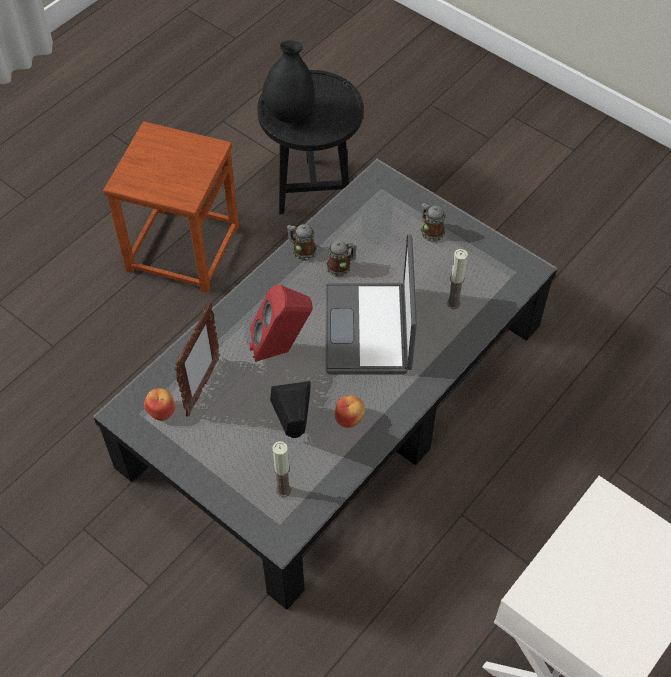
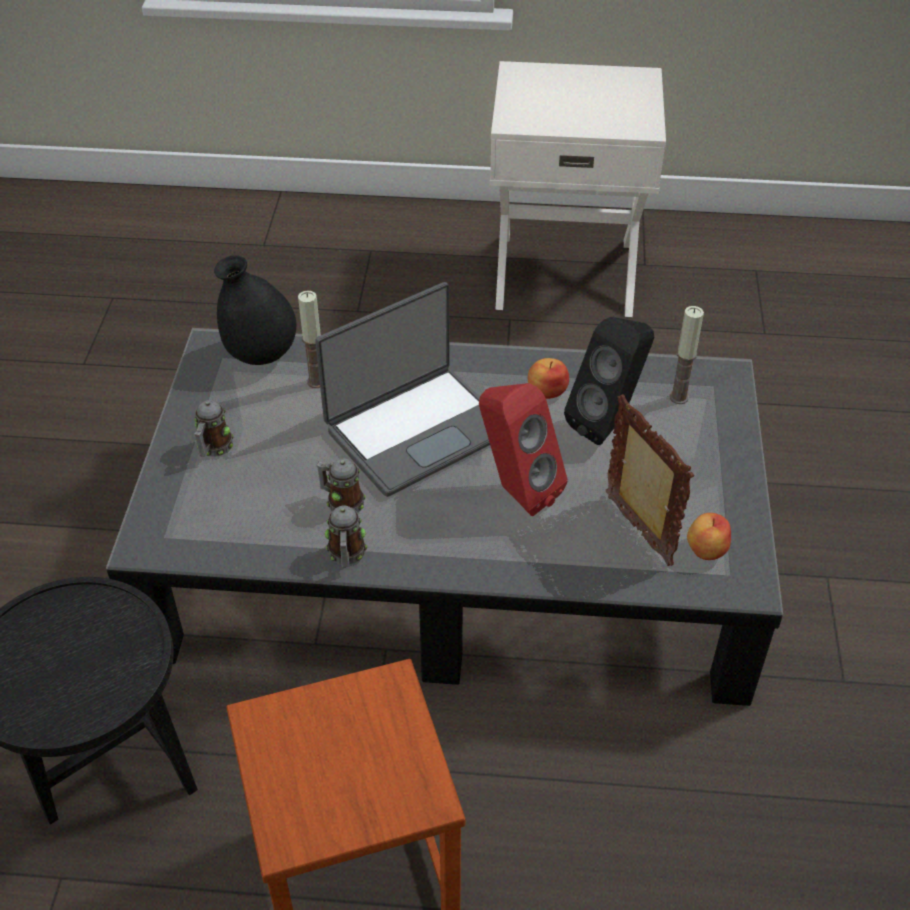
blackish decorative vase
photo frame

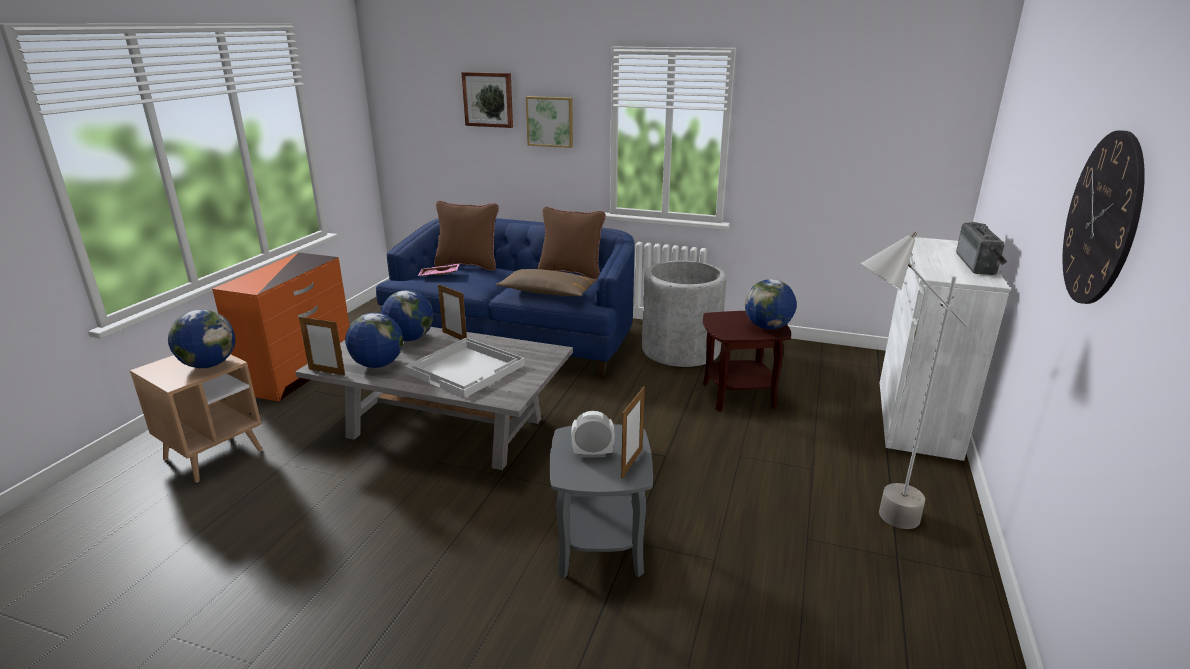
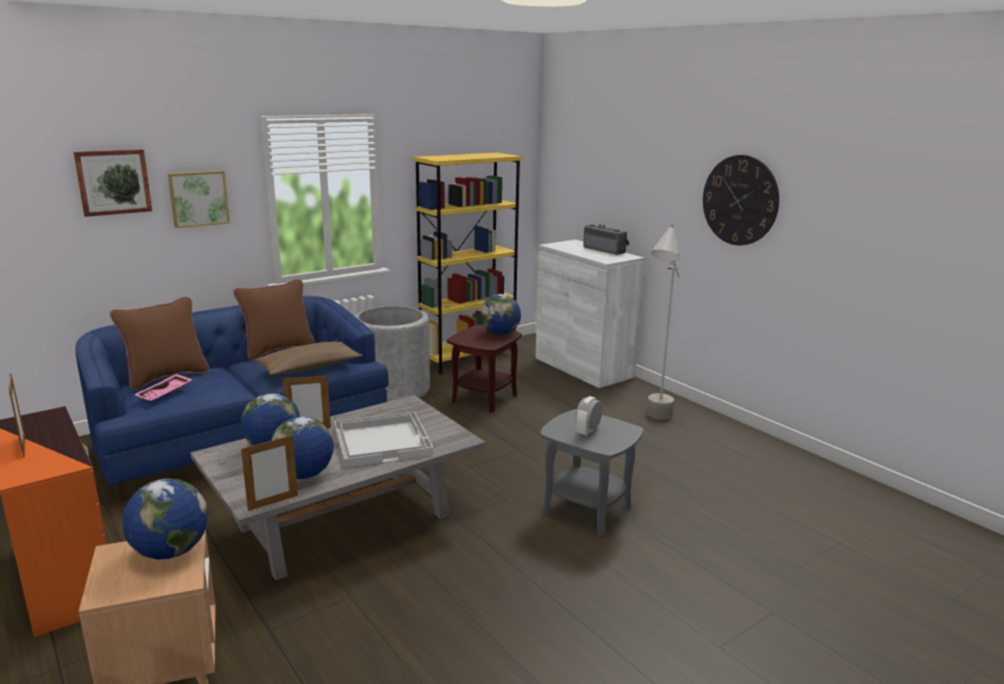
photo frame (1st from left)
yellow bookshelf

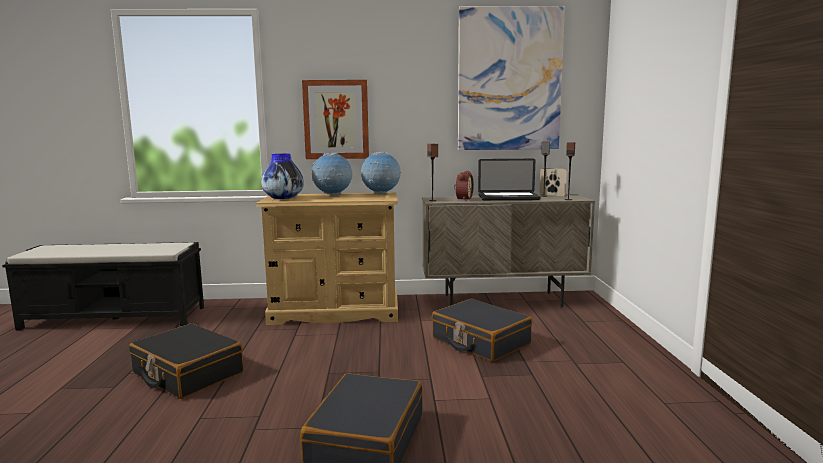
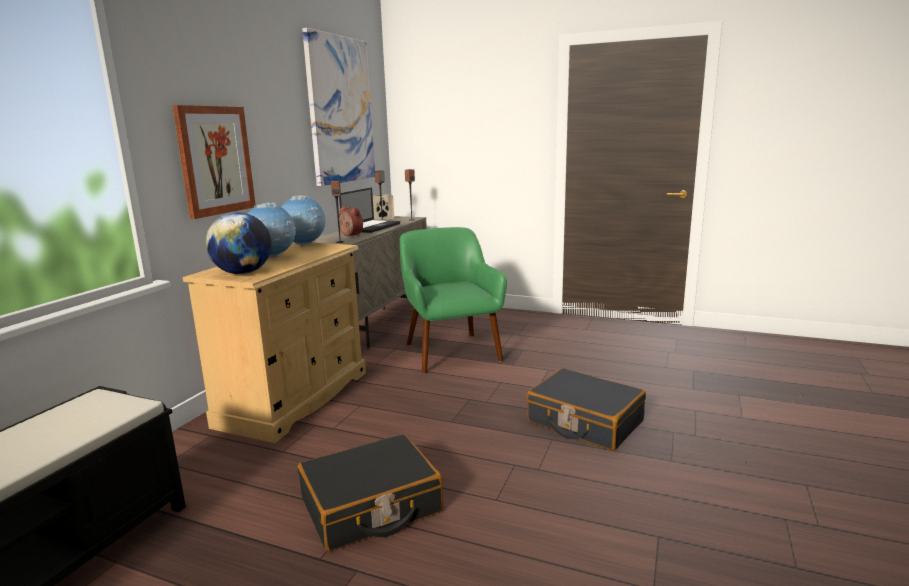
globe (1st from left)
green-coloured armchair

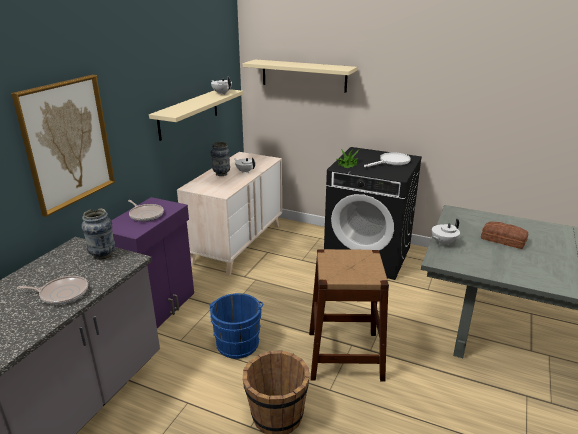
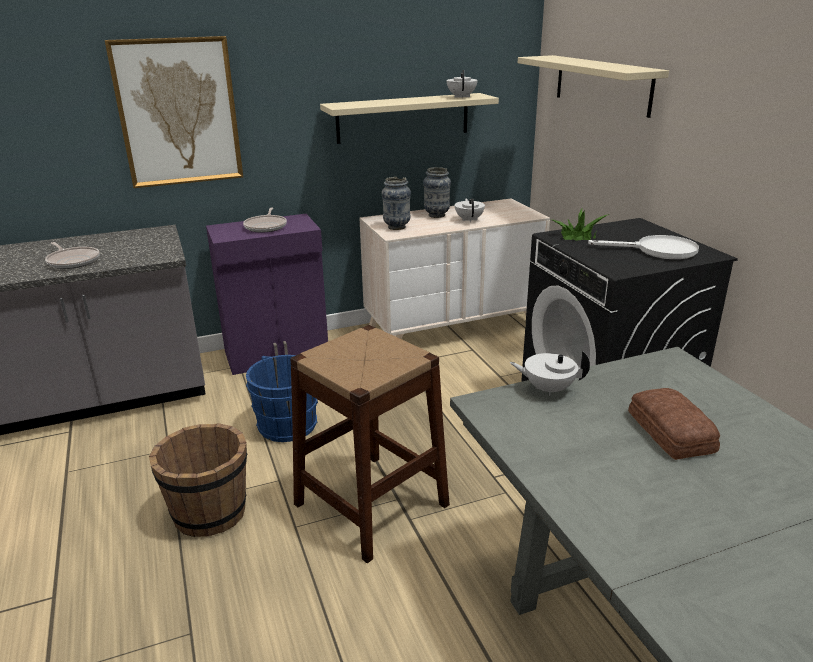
decorative vase (1st from left)

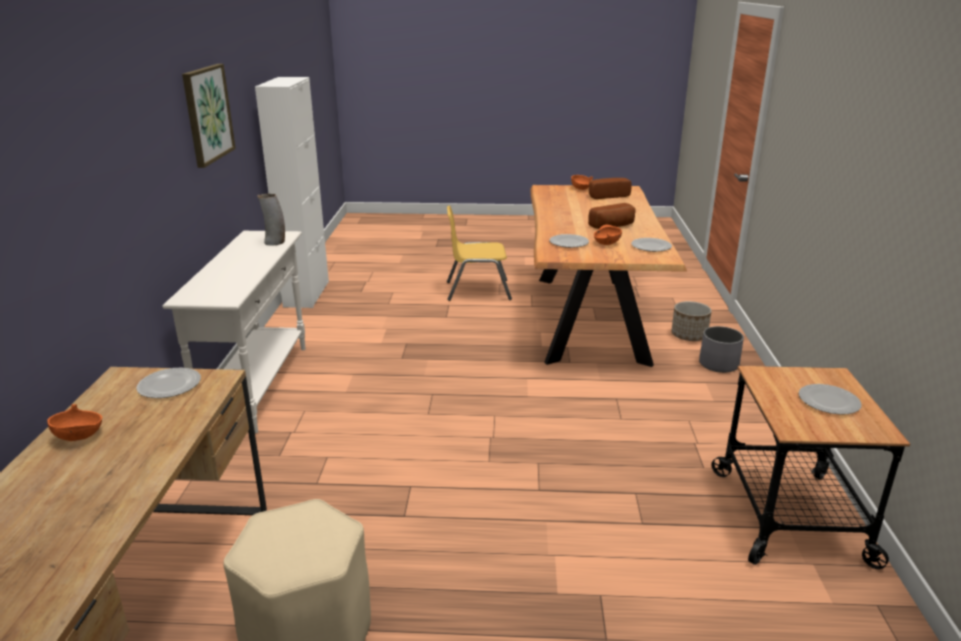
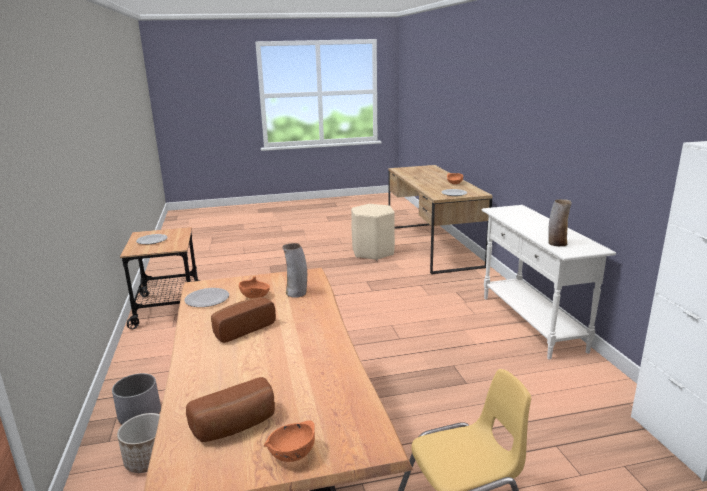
decorative vase (1st from left)
picture

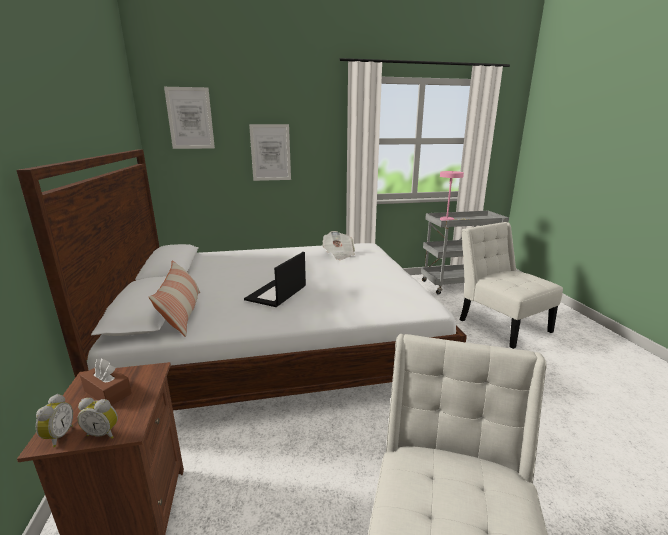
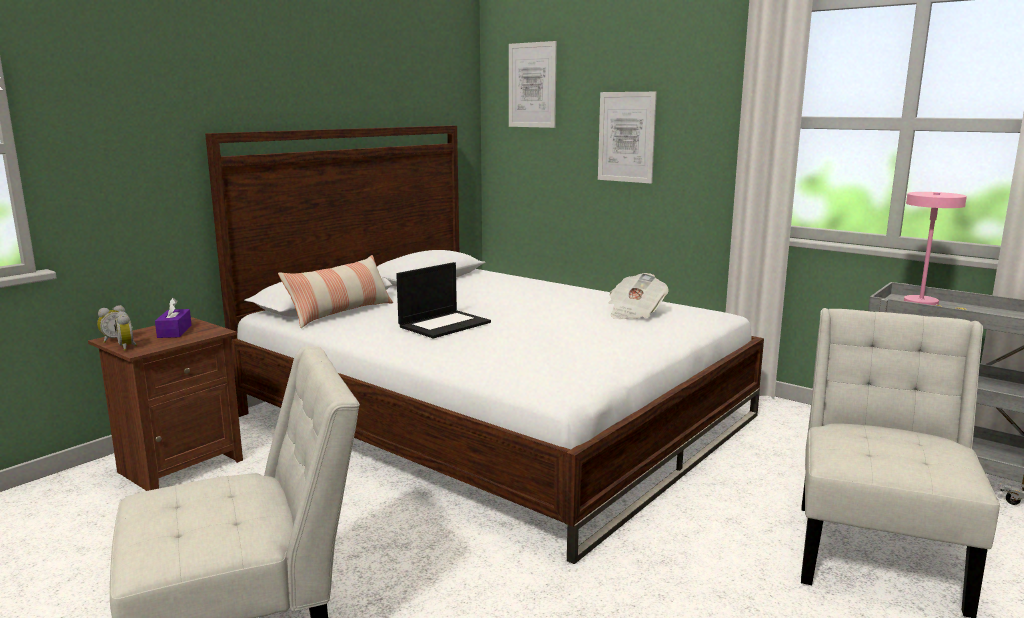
purplish tissue box
notebook computer

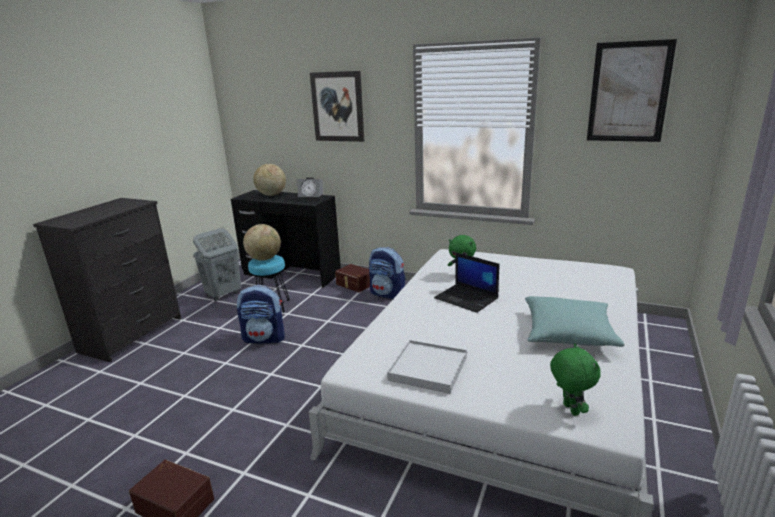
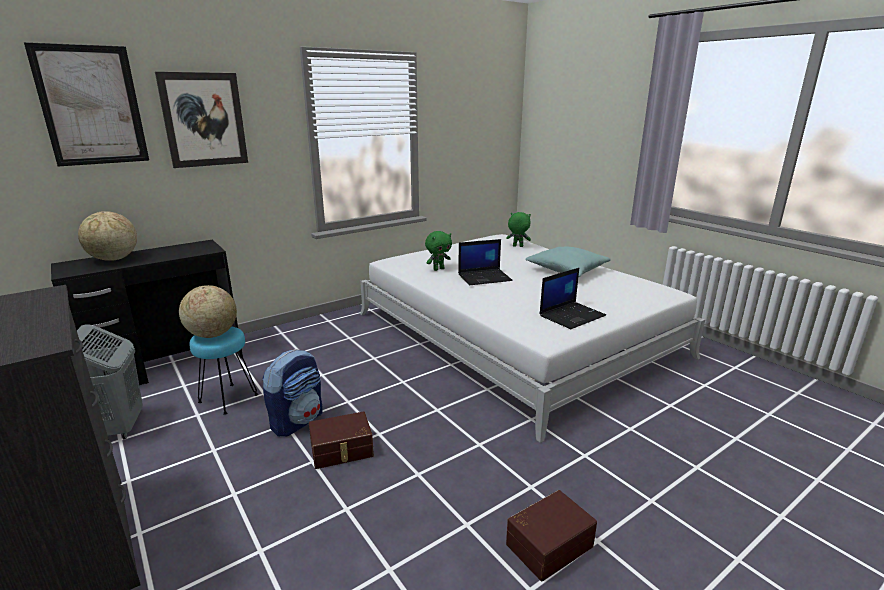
picture (1st from left)
brown storage container (1st from left)
green-coloured soft toy (2nd from left)
notebook computer (2nd from left)
alarm clock
backpack (2nd from left in the first image)

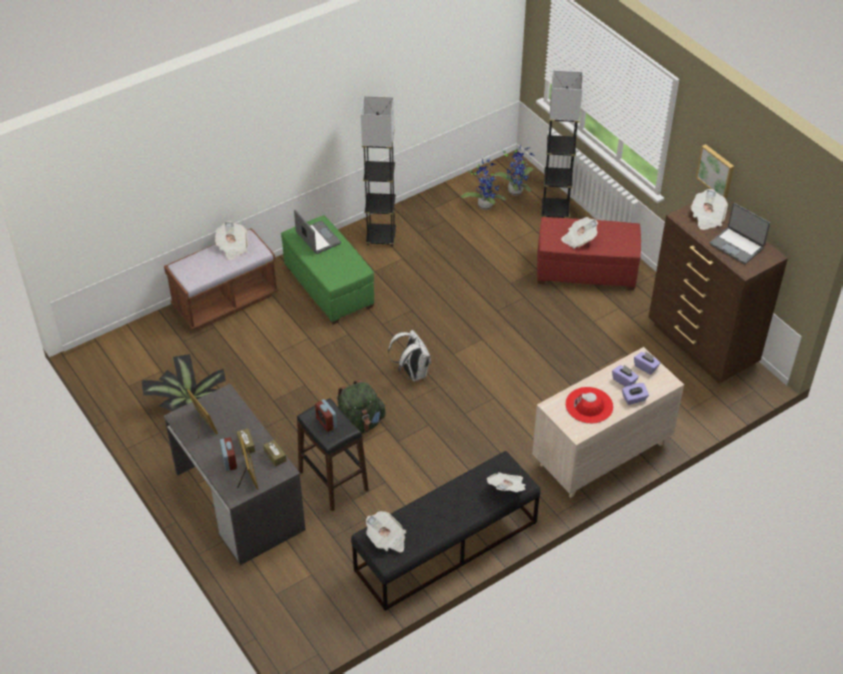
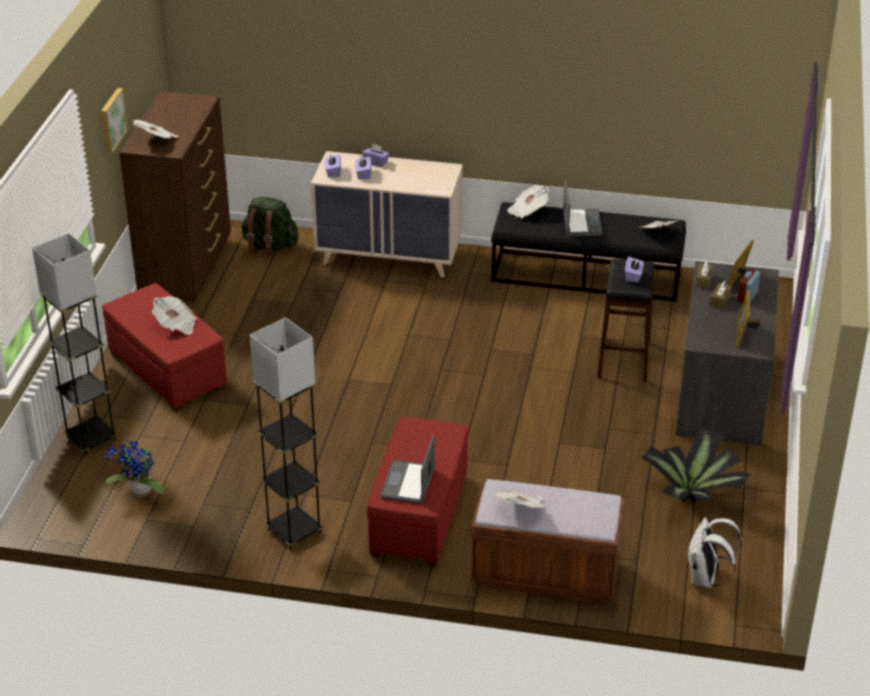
green-coloured backpack
reddish footrest (2nd from left)
notebook computer (2nd from left)
purplish tissue box (4th from left)
whitish backpack
houseplant (3rd from left in the first image)
reddish hat

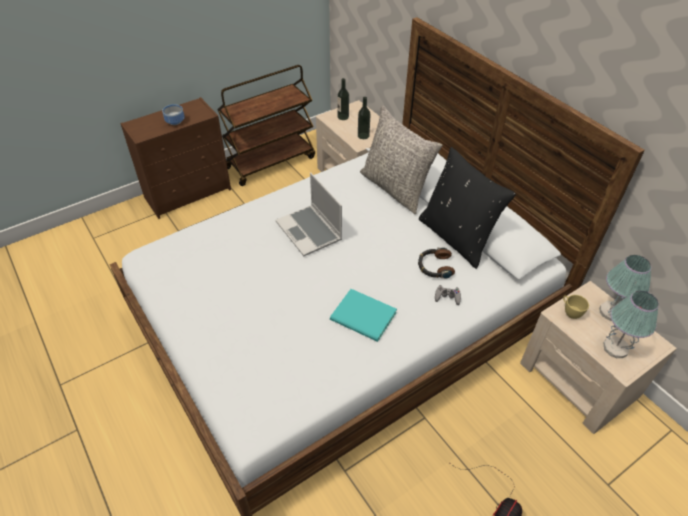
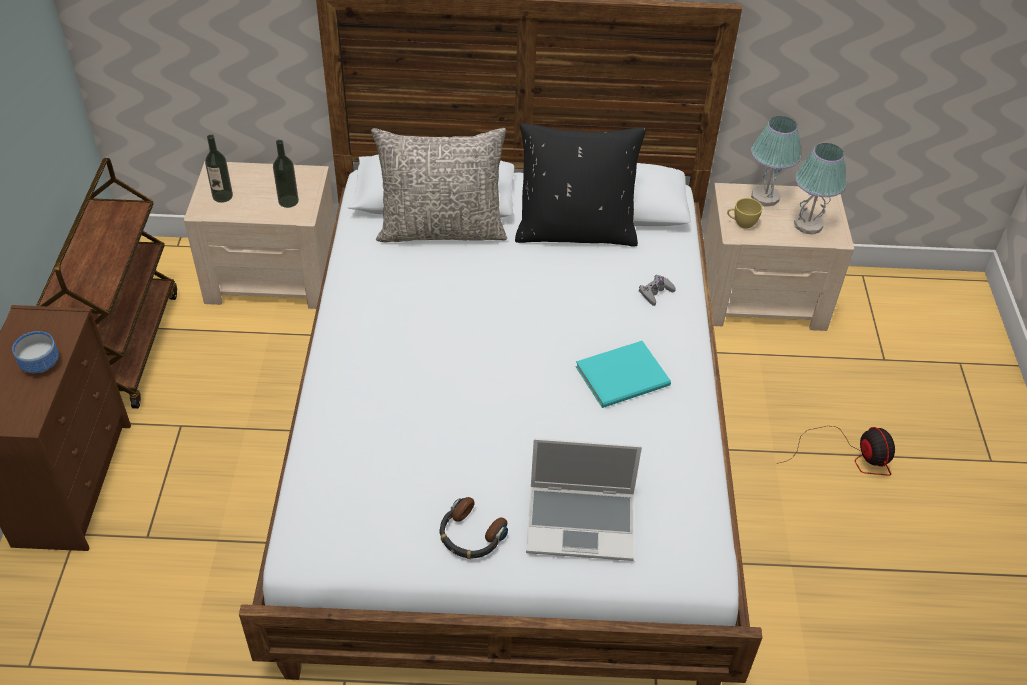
headset
notebook computer

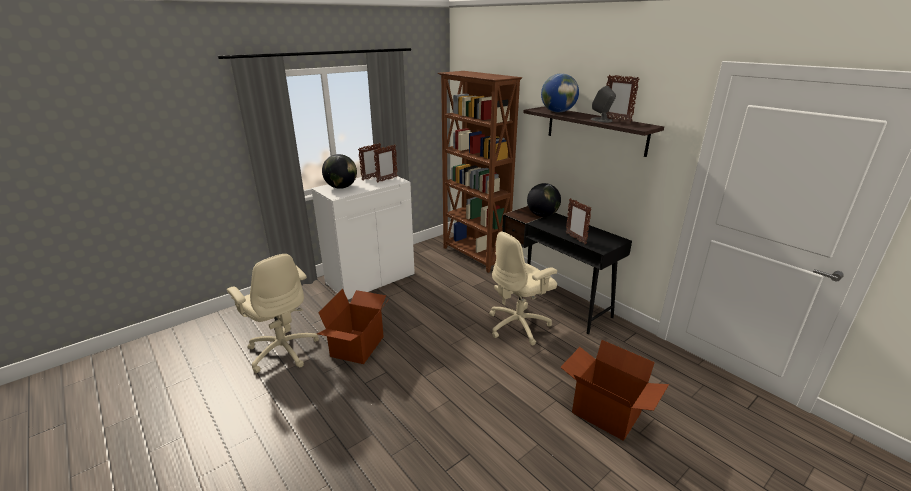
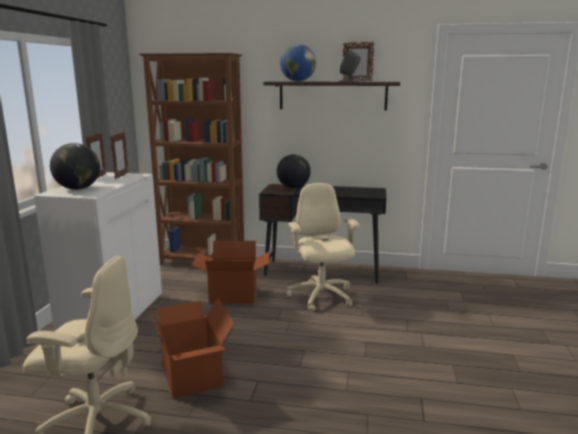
carton (2nd from left)
beige computer chair (2nd from left)
photo frame (3rd from left in the first image)

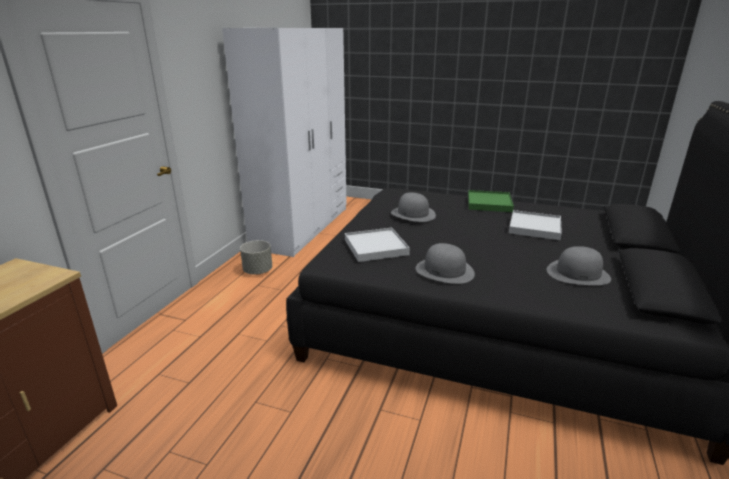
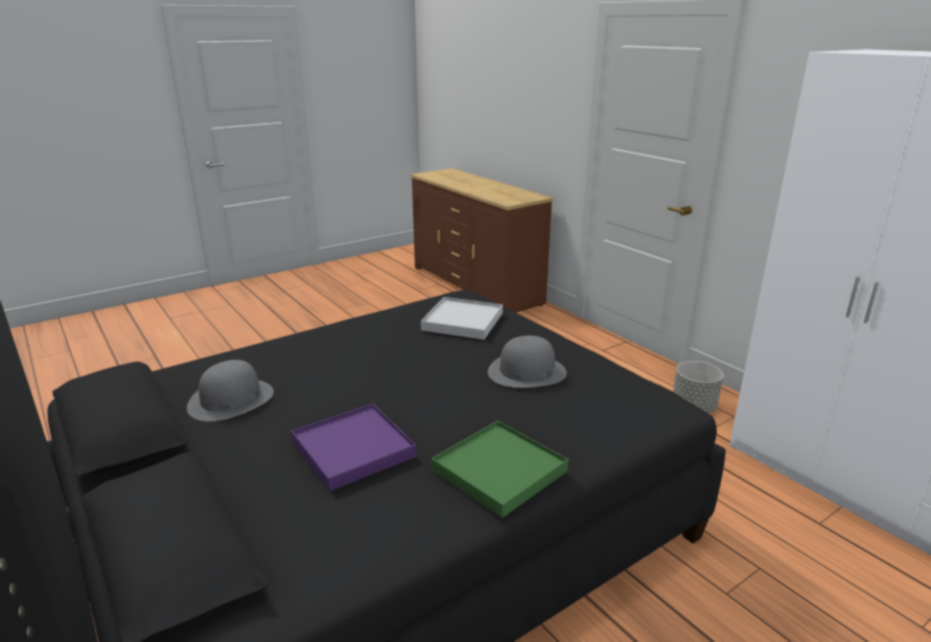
purplish carrying tray
grey hat (2nd from left in the first image)

